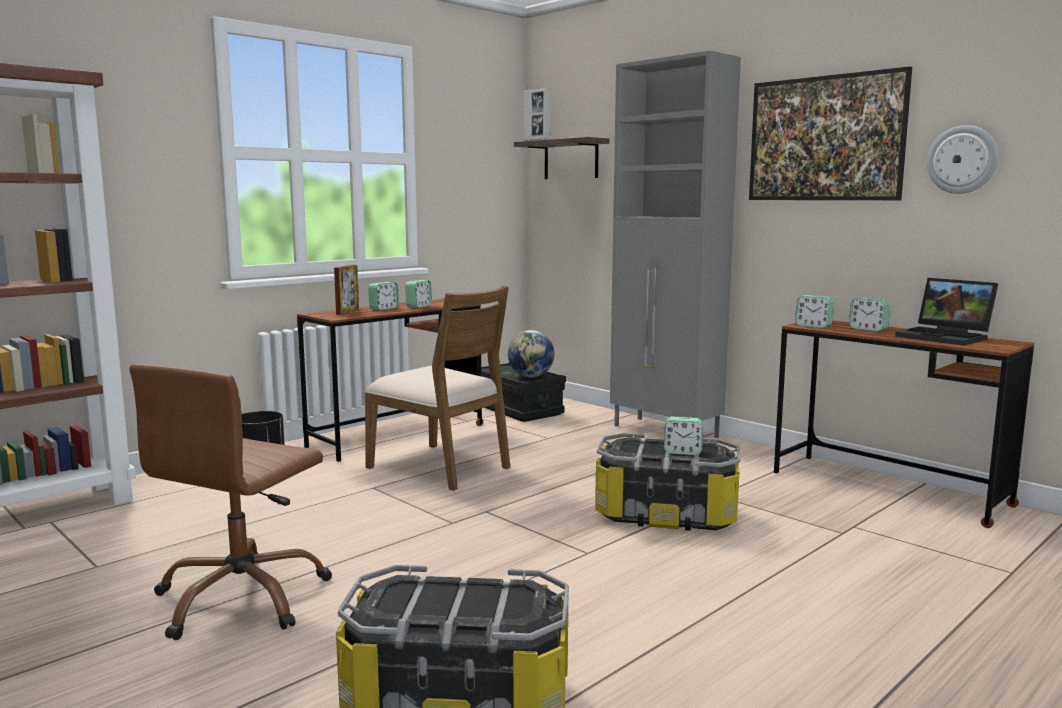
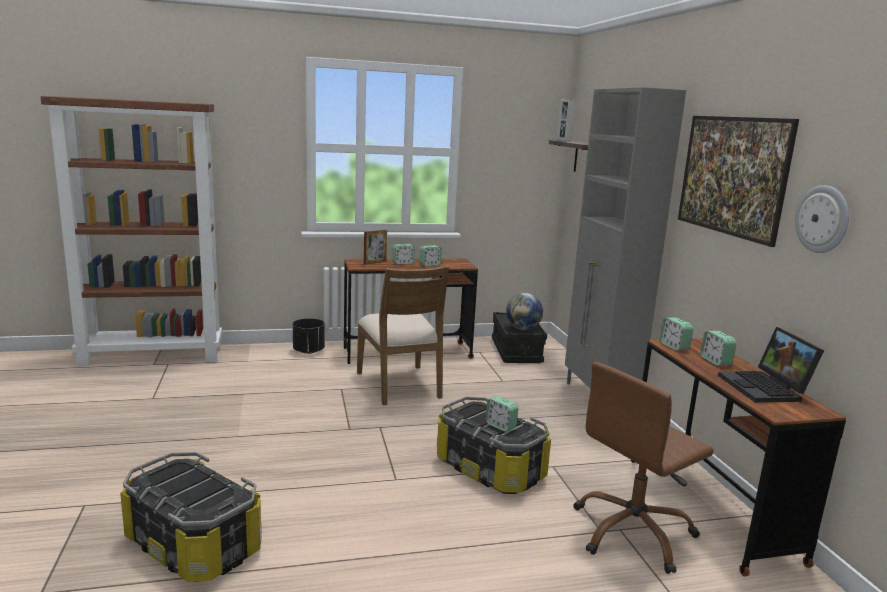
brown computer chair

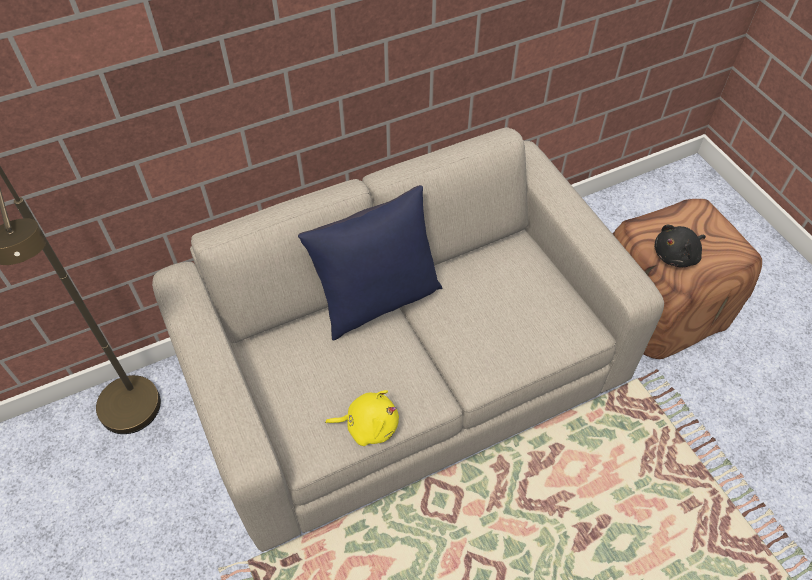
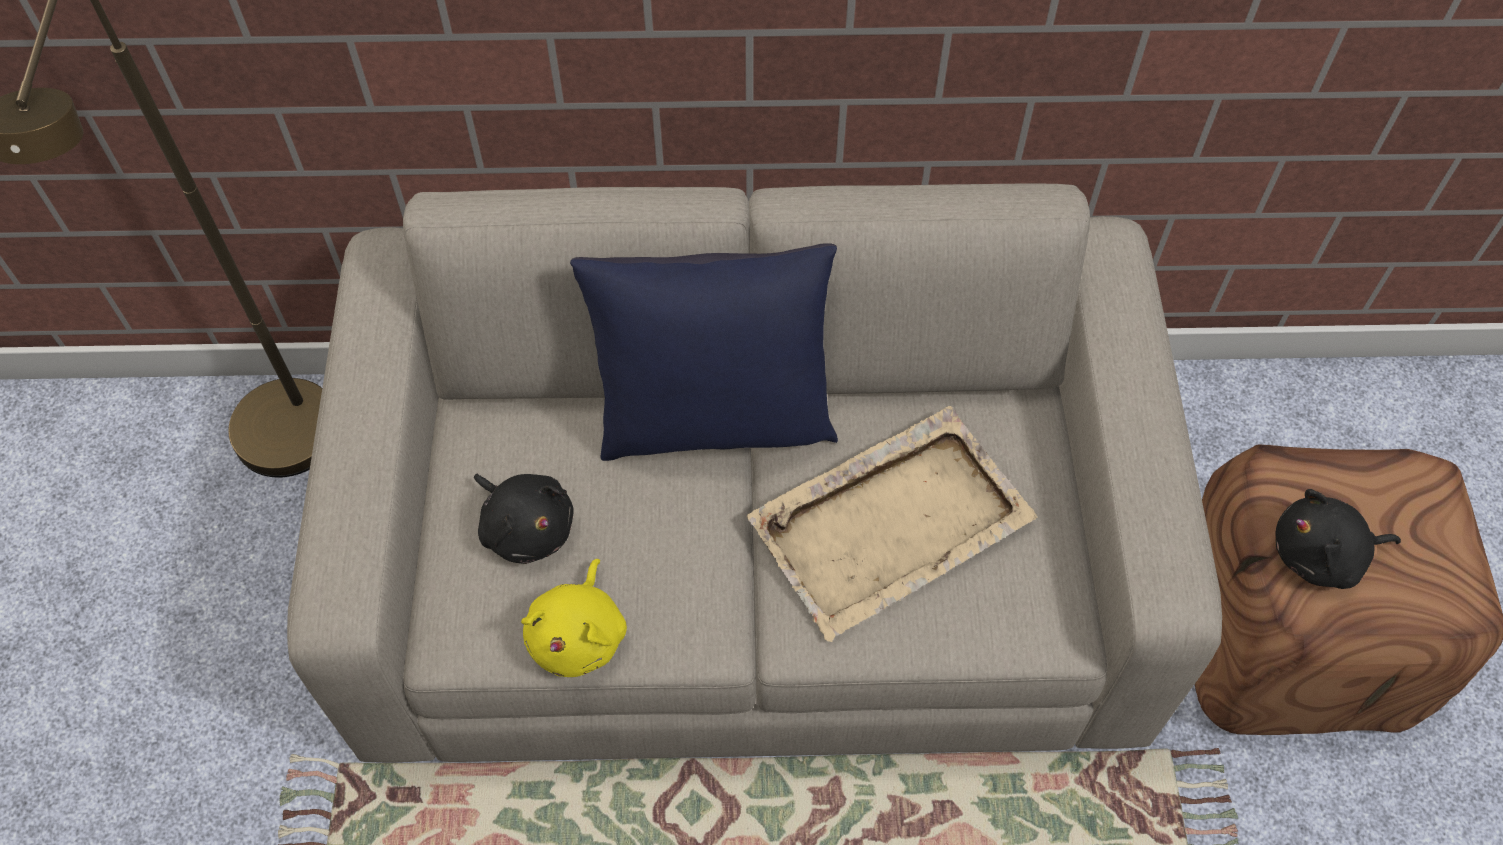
blackish soft toy (1st from left)
yellow soft toy
beige carrying tray

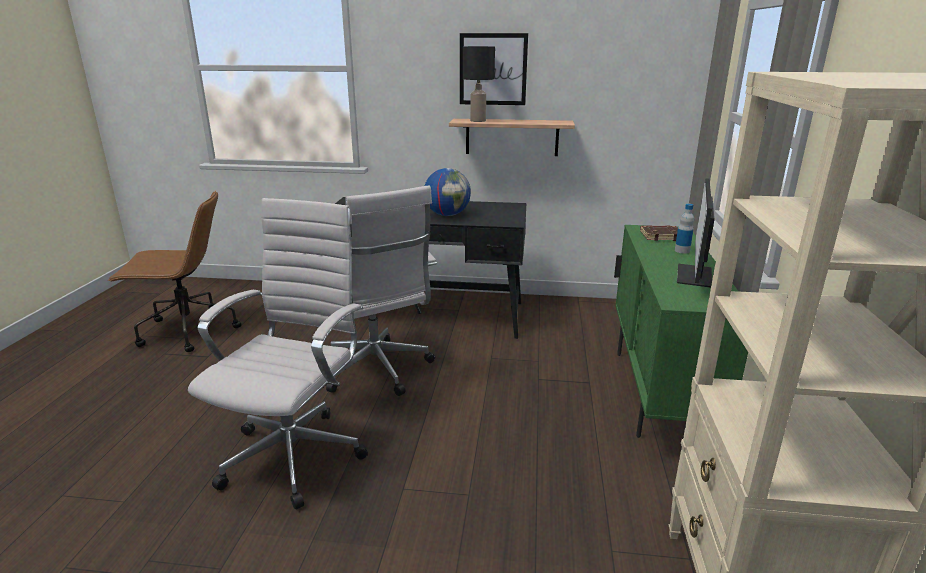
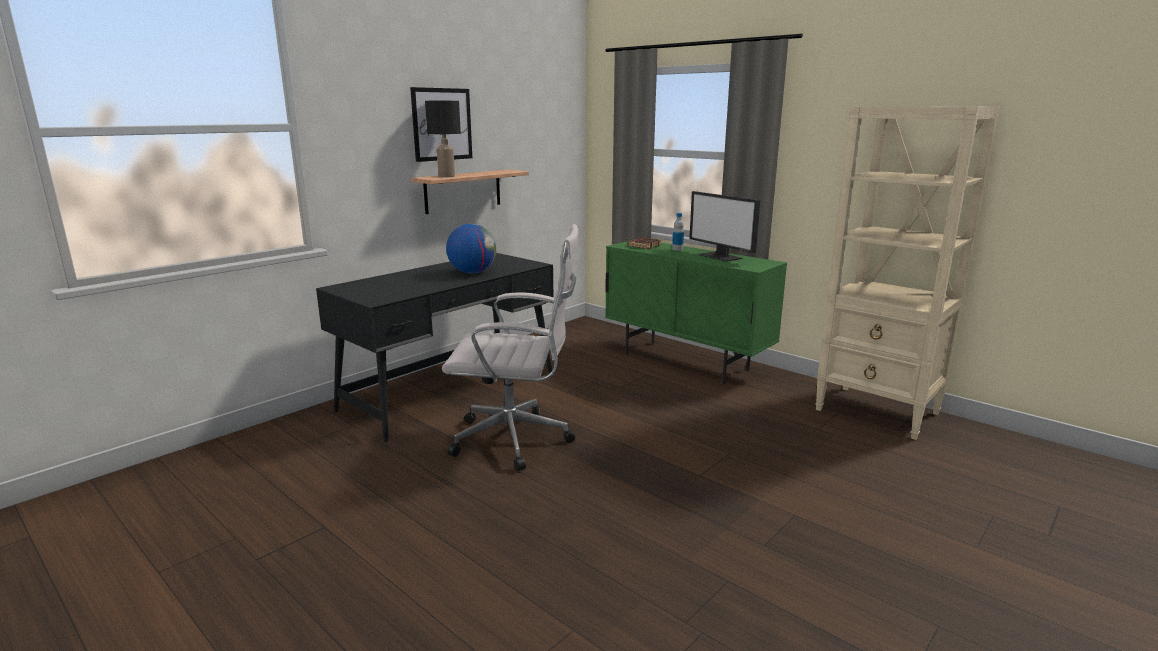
brown computer chair
whitish computer chair (1st from left in the first image)

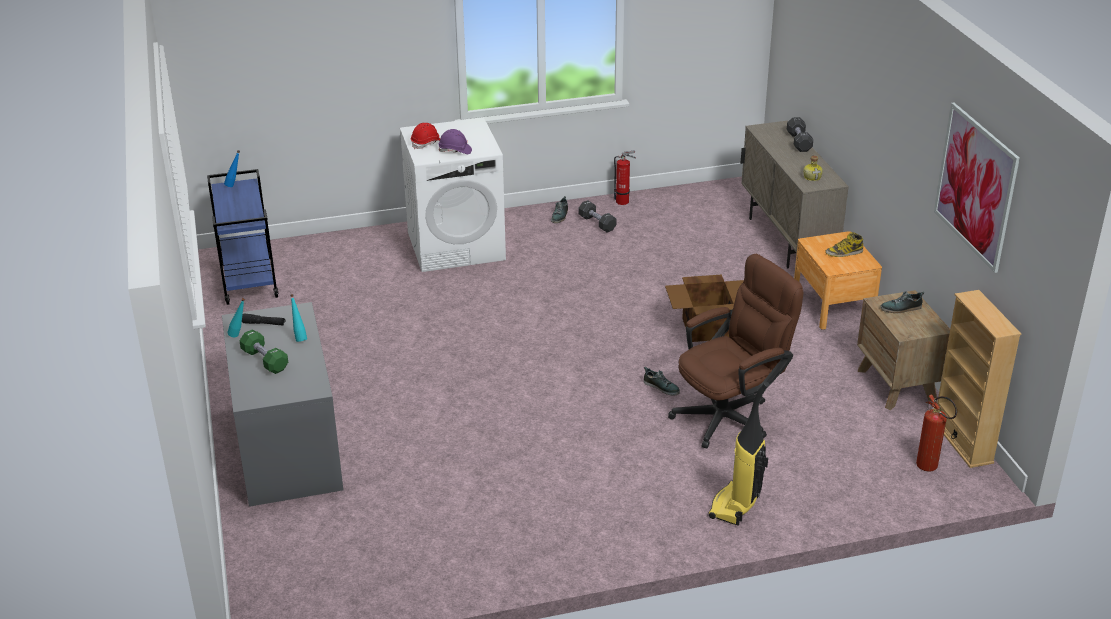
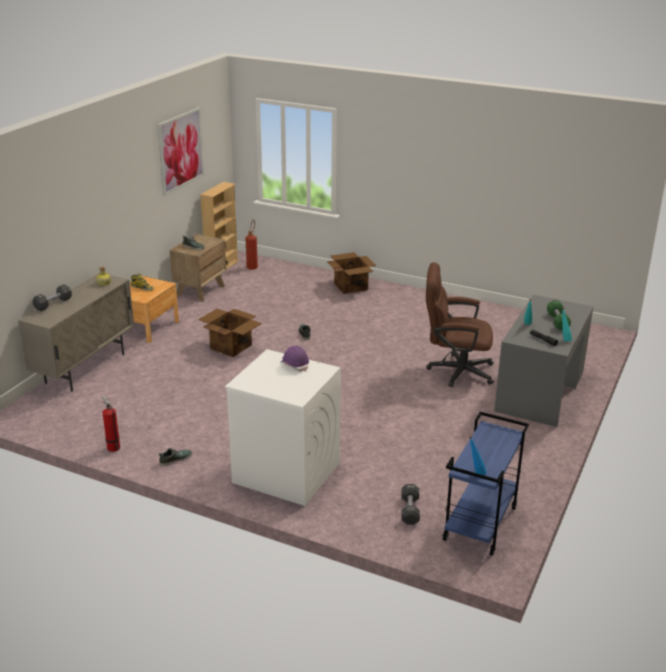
carton (2nd from left)
blackish dumbbell (2nd from left)
brown computer chair
reddish work helmet

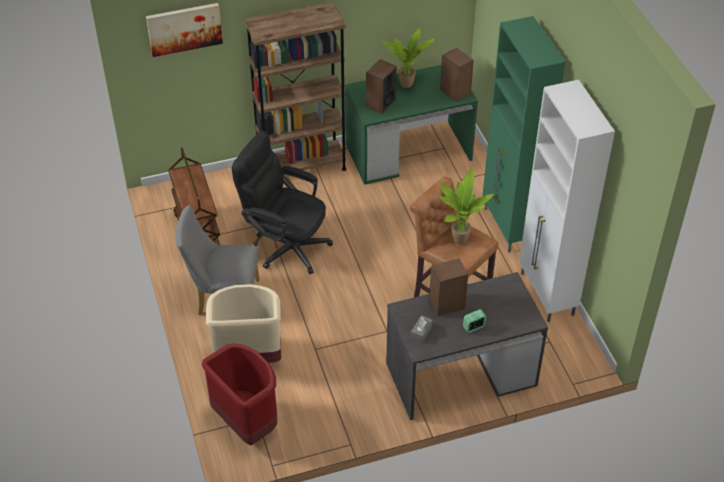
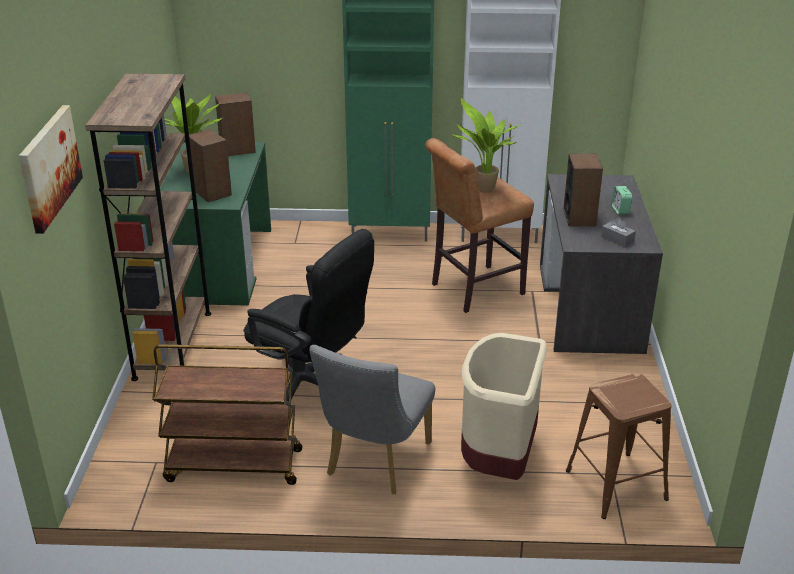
blackish computer chair
brown sitting stool (2nd from left)

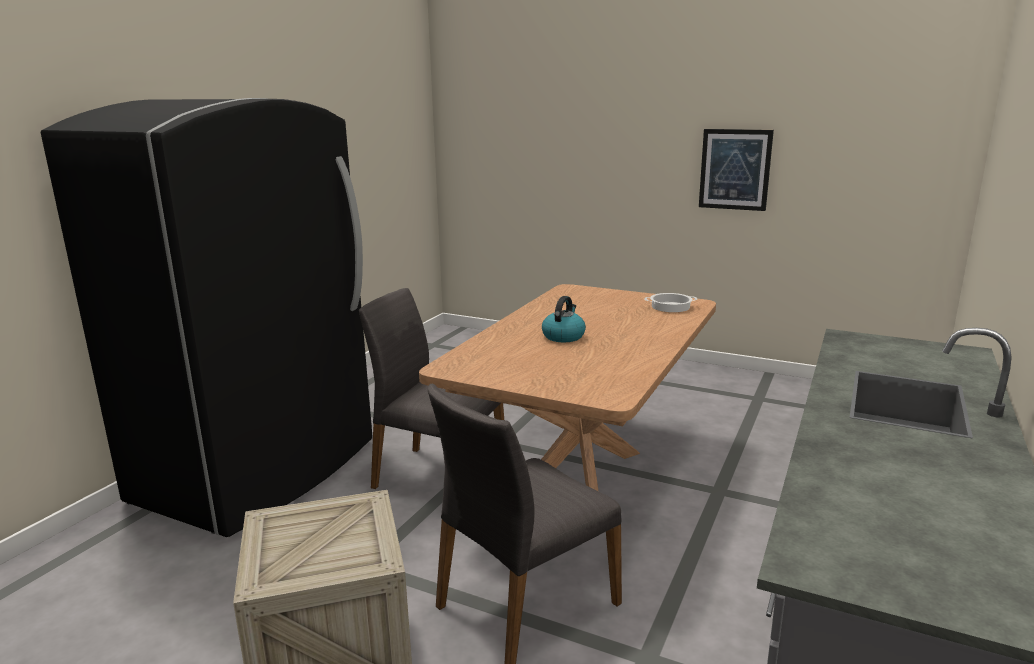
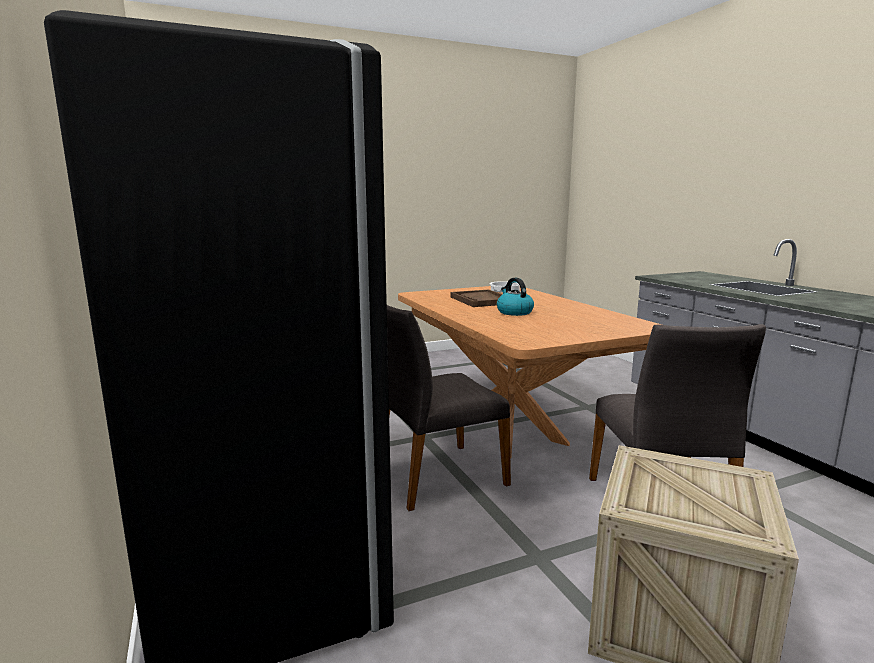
brown carrying tray
picture

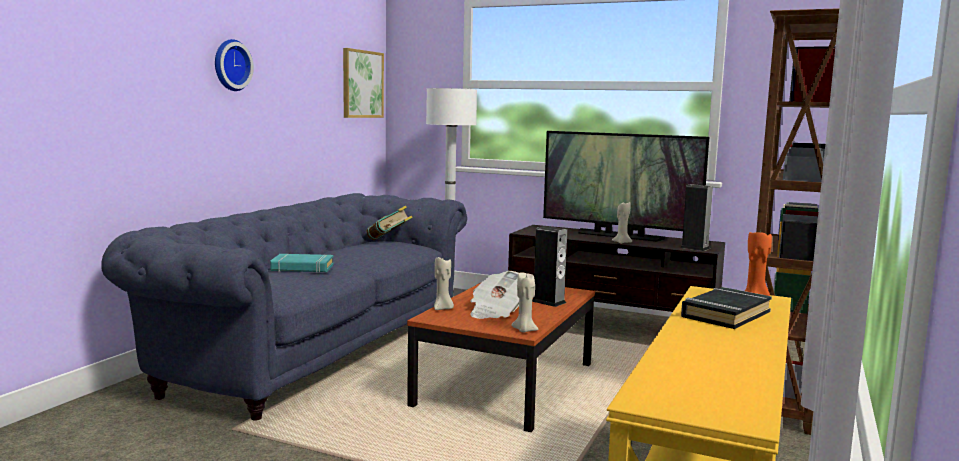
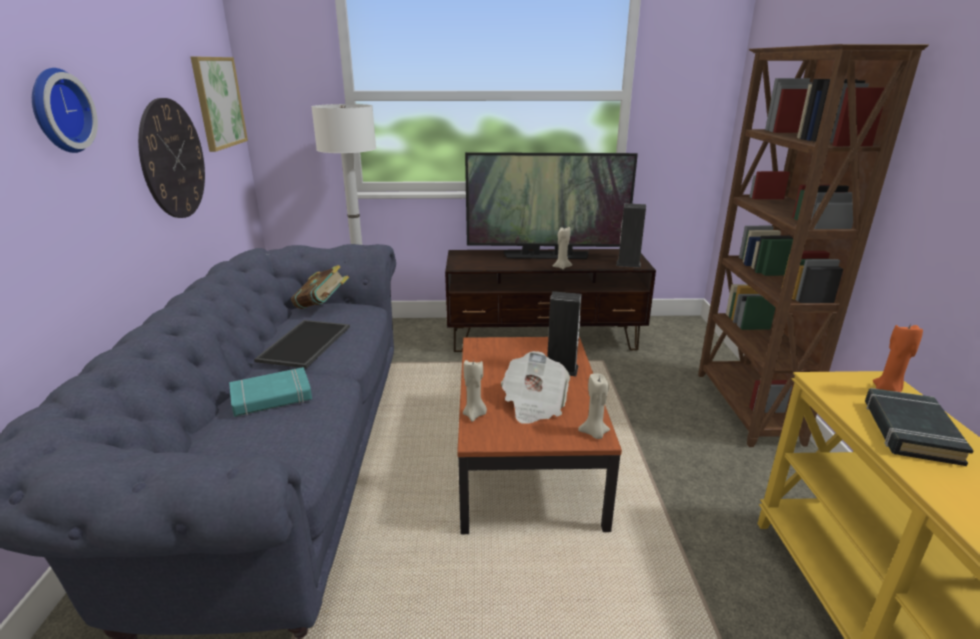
hanging clock (2nd from left)
carrying tray

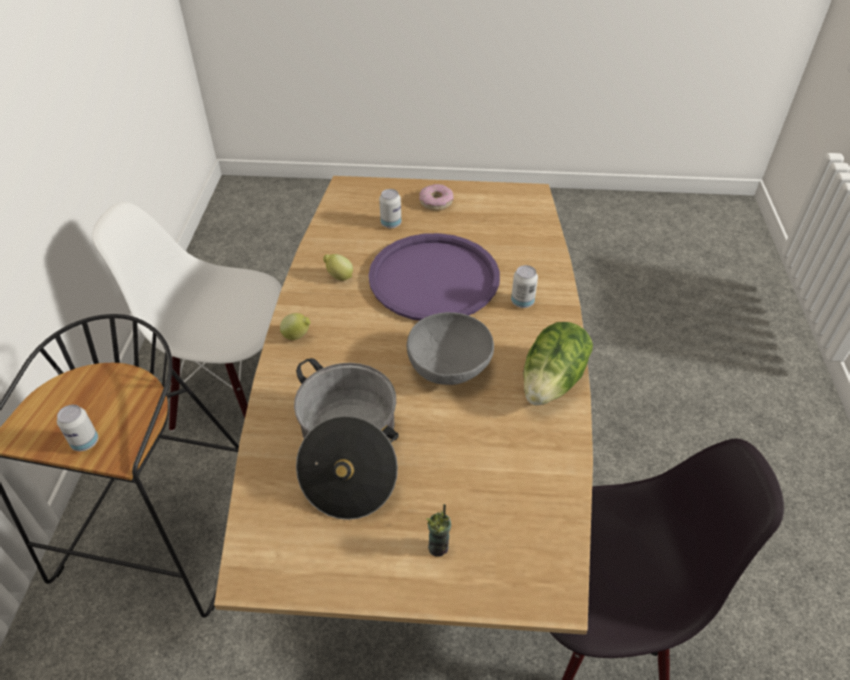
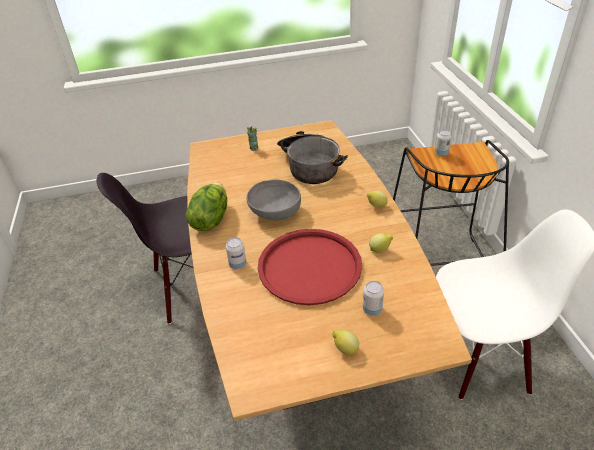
reddish carrying tray
whole lemon (1st from left)

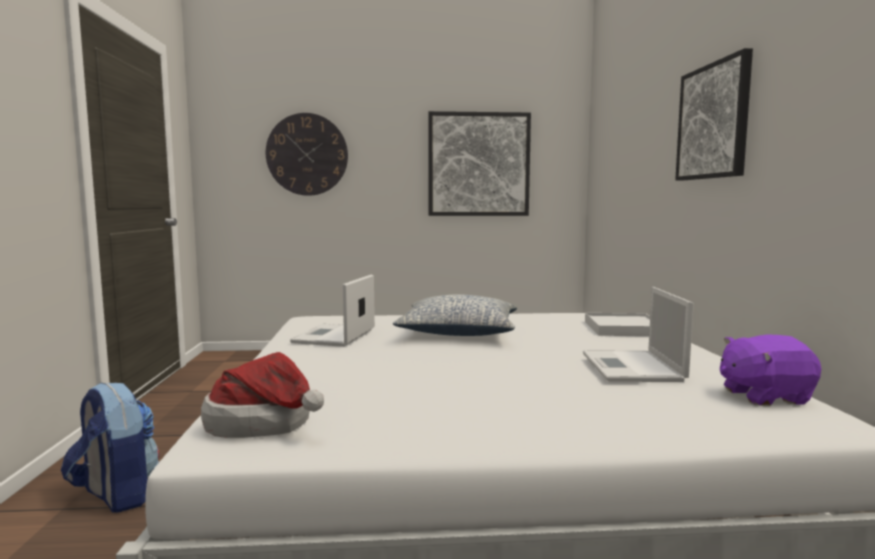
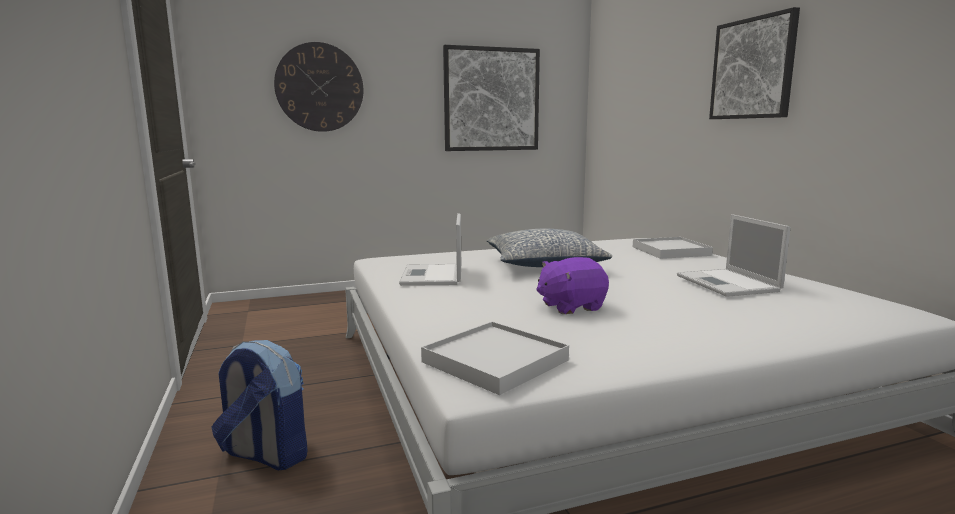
whitish carrying tray (1st from left)
purplish soft toy

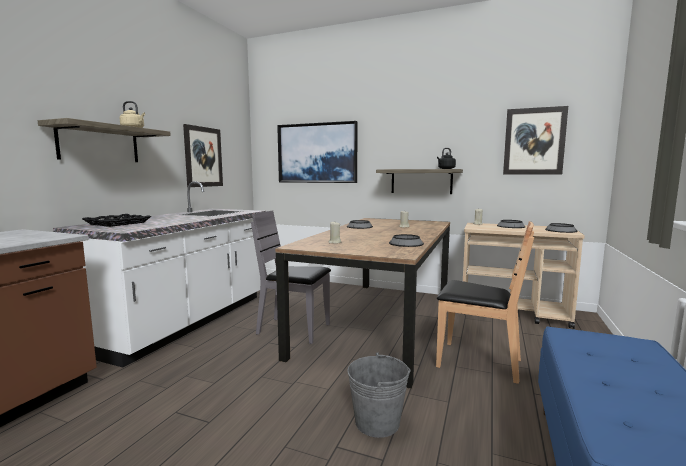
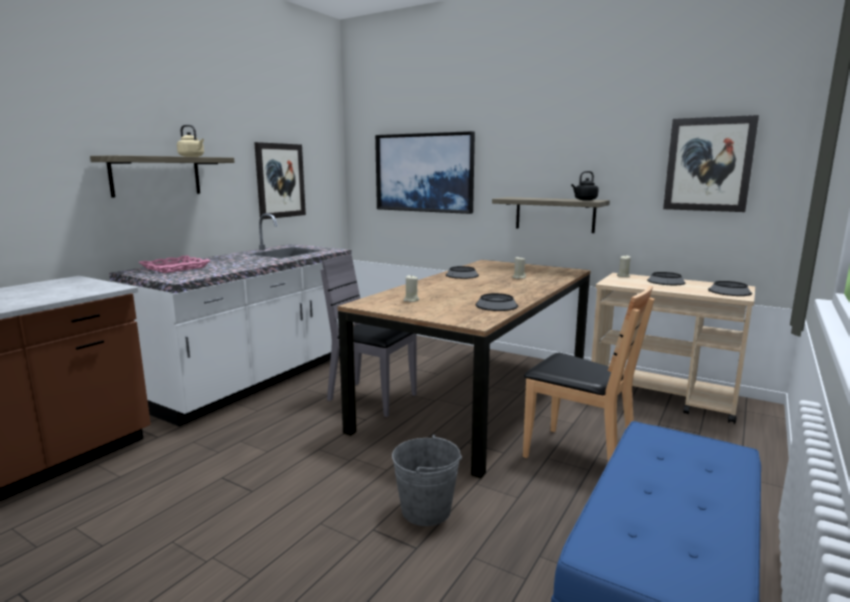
pink-coloured carrying tray

